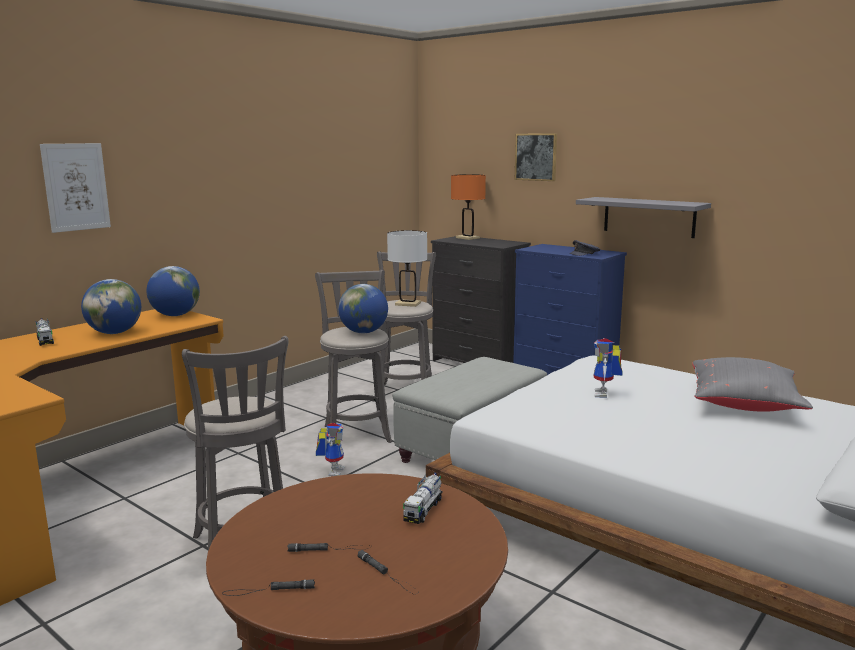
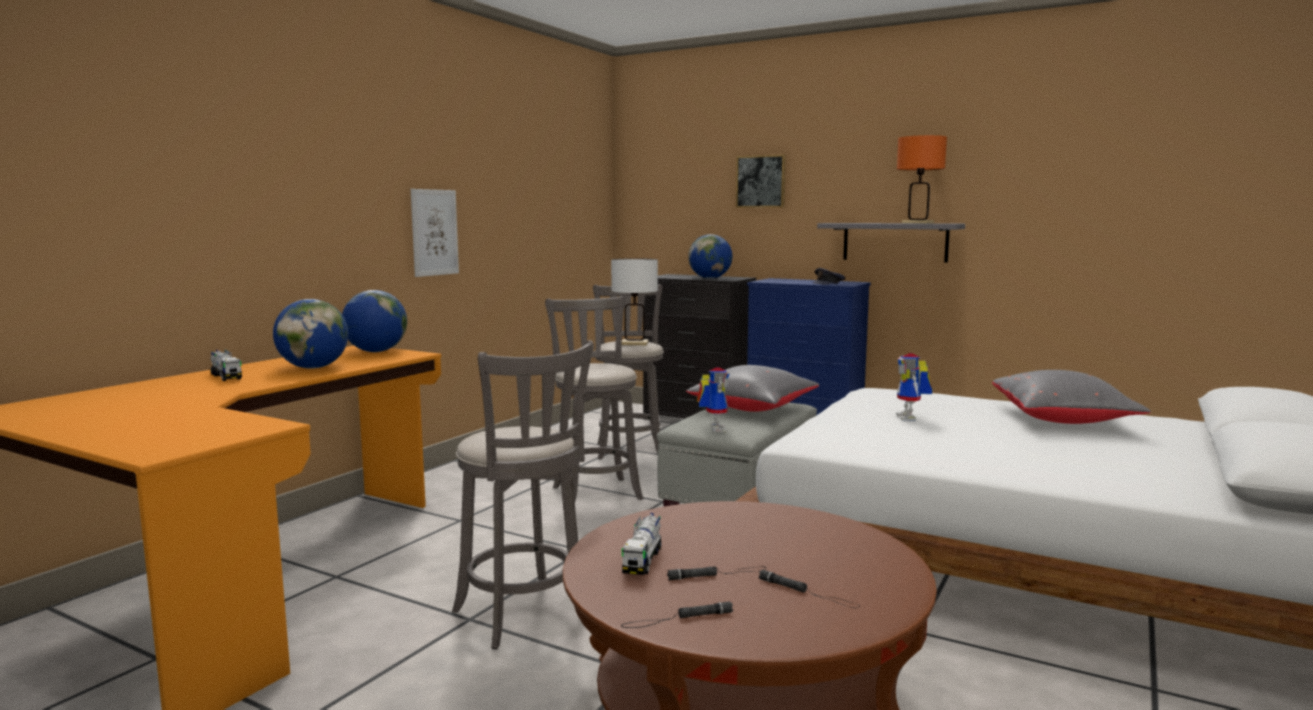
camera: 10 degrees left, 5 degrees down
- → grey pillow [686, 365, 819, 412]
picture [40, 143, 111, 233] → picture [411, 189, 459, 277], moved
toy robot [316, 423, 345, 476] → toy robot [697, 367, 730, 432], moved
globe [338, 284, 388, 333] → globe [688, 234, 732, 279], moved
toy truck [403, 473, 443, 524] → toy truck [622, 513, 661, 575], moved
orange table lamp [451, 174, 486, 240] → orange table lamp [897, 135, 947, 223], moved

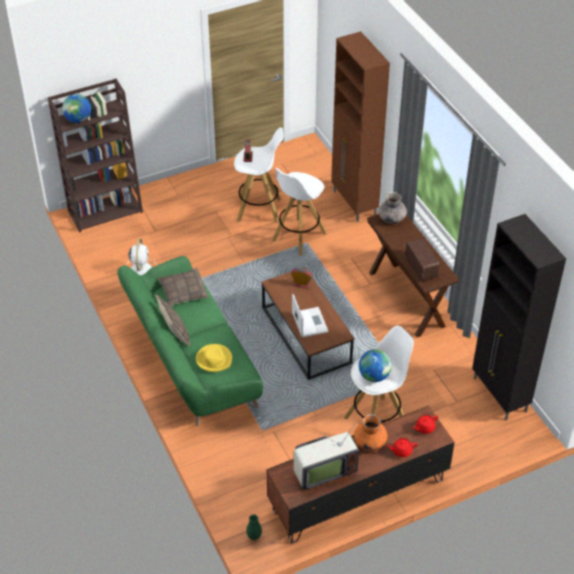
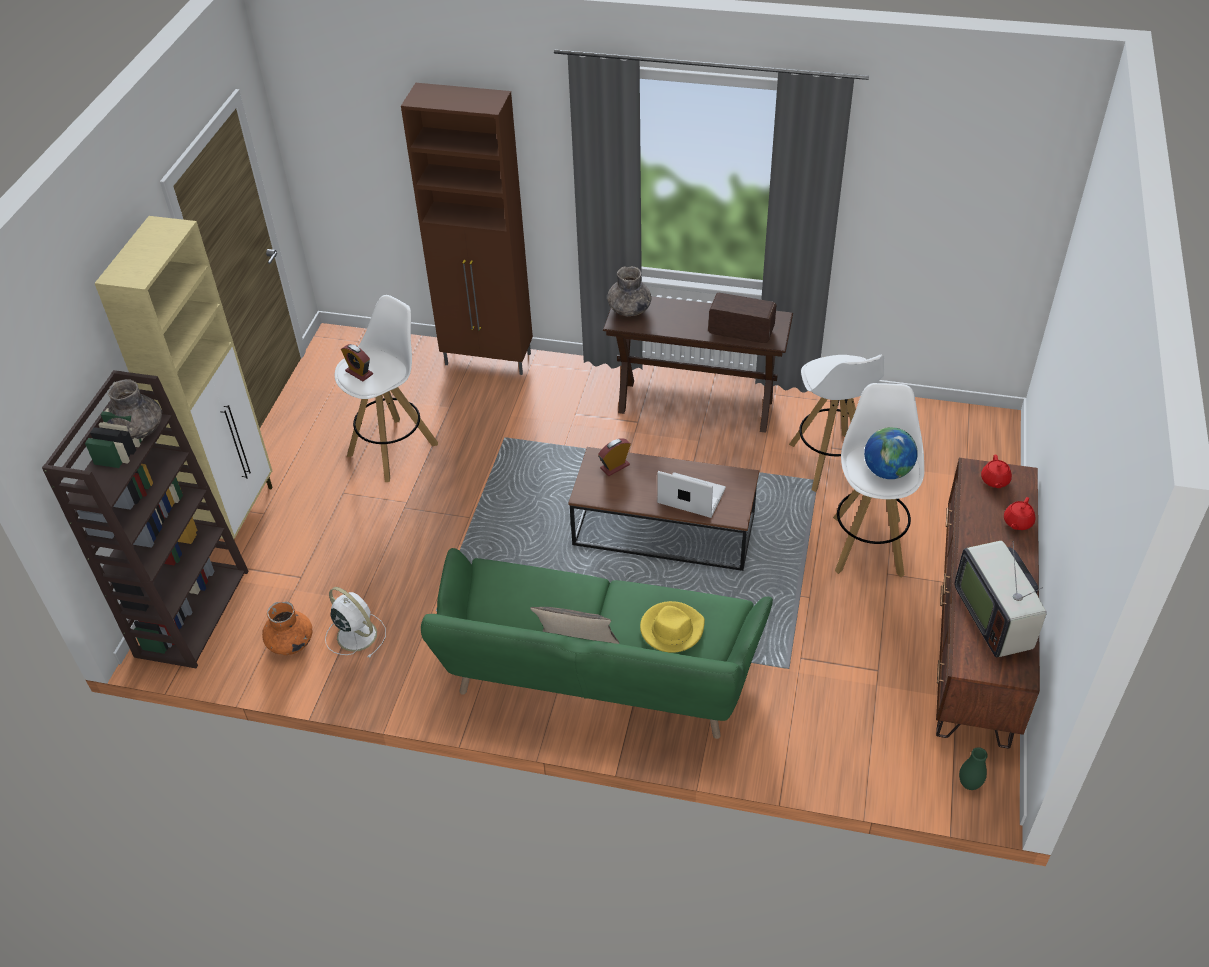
camera: 50 degrees left, 0 degrees up
globe [62, 94, 91, 123] → -
pillow [157, 268, 209, 307] → -
black cabinet [472, 214, 566, 420] → -
- → beige cabinet [95, 216, 273, 541]
- → grey vase [107, 379, 162, 439]
white stool [272, 168, 327, 256] → white stool [789, 355, 885, 492], moved
orange vase [354, 414, 388, 451] → orange vase [262, 601, 312, 655], moved
television [293, 420, 359, 490] → television [955, 541, 1047, 657], 150 degrees clockwise

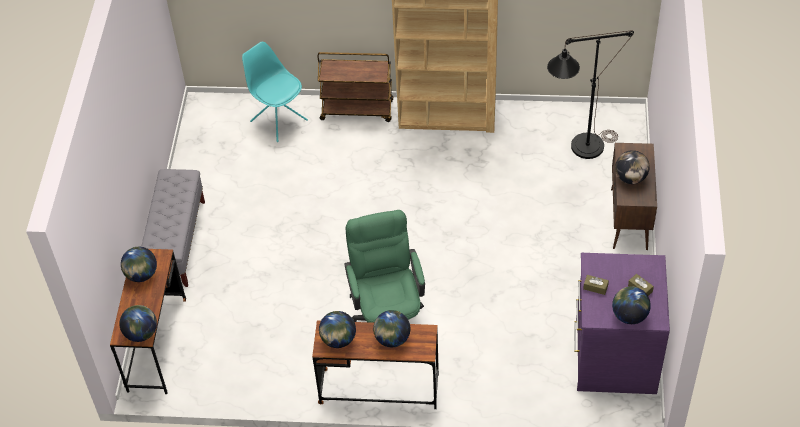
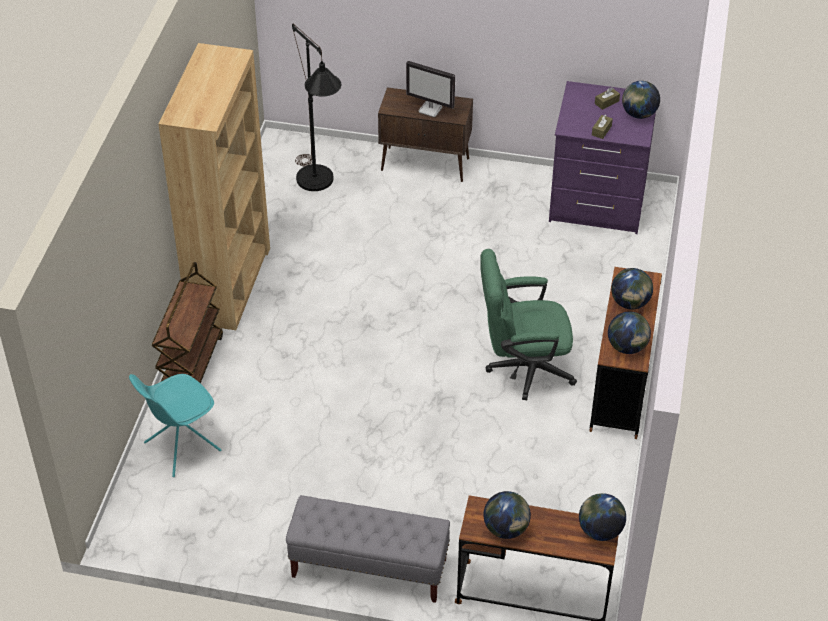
camera: 85 degrees left, 5 degrees down
globe [615, 150, 650, 184] → monitor [406, 61, 455, 117]

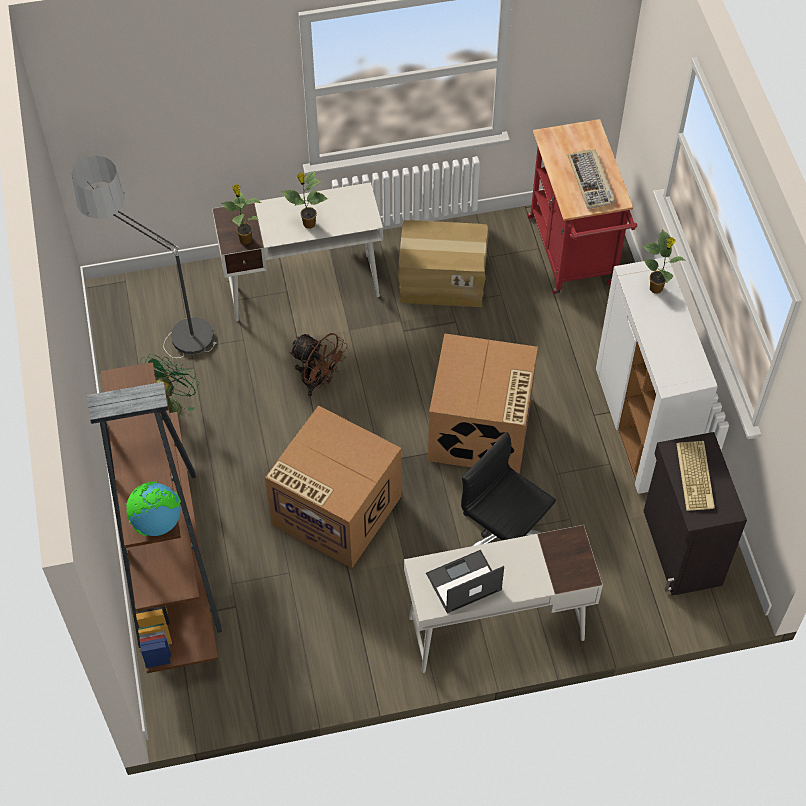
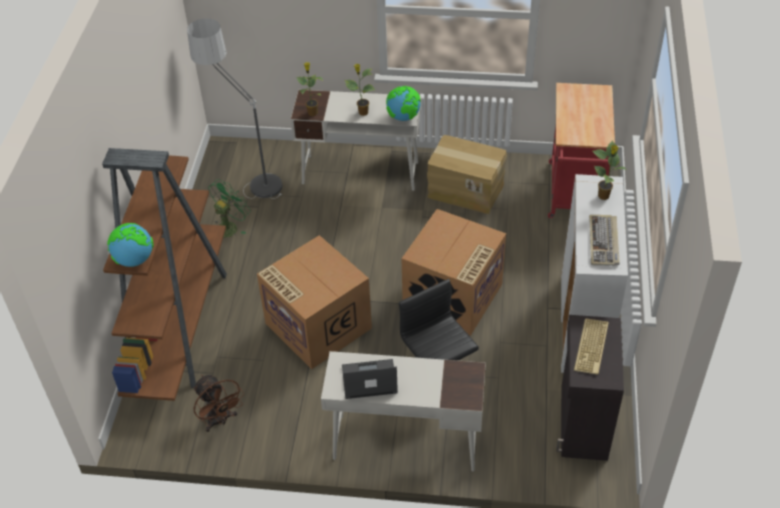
camera: 20 degrees right, 10 degrees down
- → globe [386, 86, 421, 121]
brown fan [289, 333, 348, 397] → brown fan [193, 375, 244, 432], moved
keyboard [568, 150, 615, 209] → keyboard [589, 215, 620, 266], moved

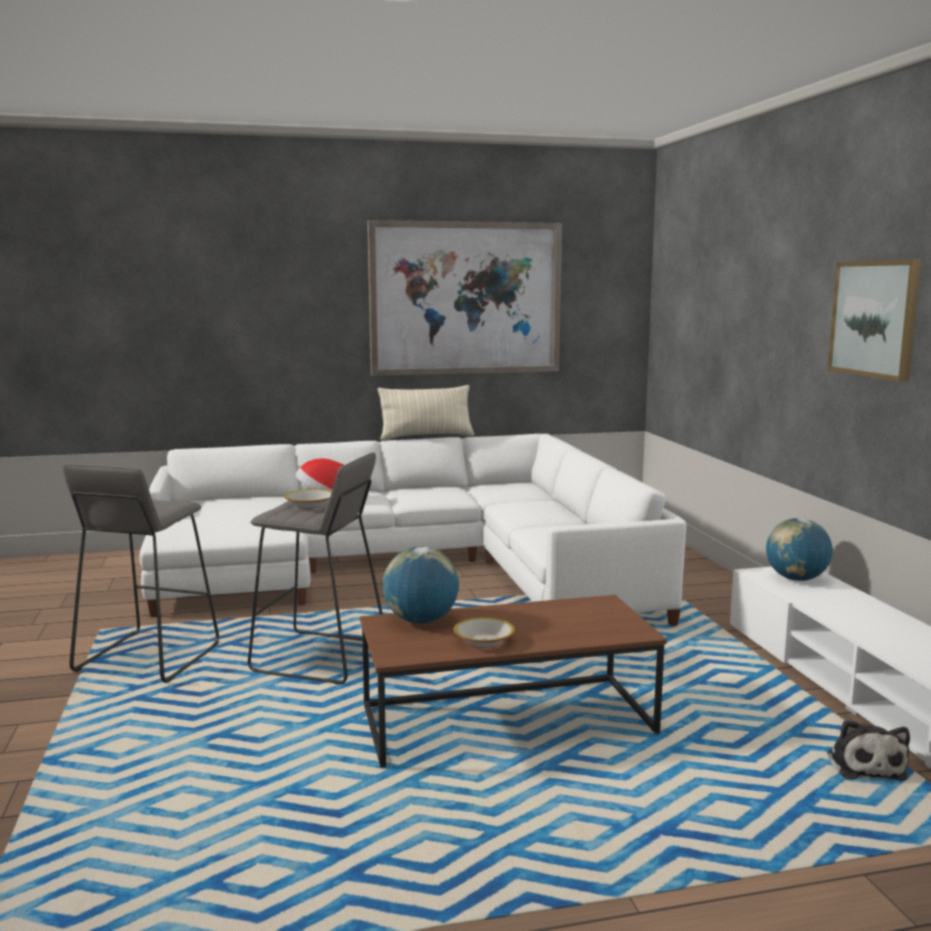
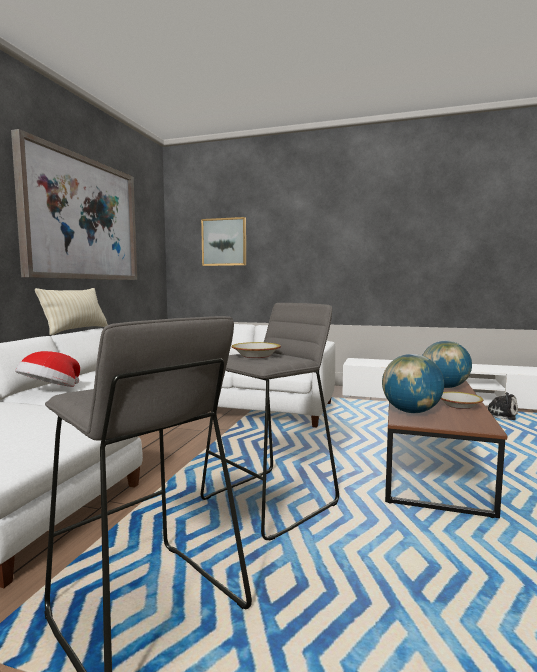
camera: 60 degrees left, 5 degrees down
globe [766, 518, 833, 581] → globe [422, 341, 472, 388], moved
picture [828, 260, 921, 382] → picture [201, 217, 246, 266], moved

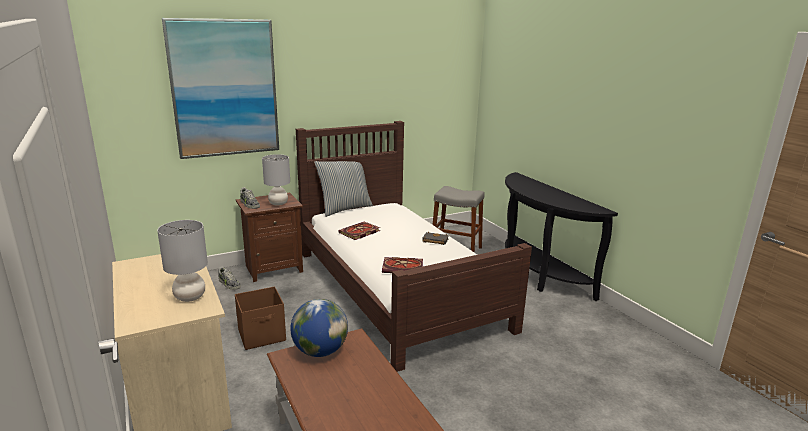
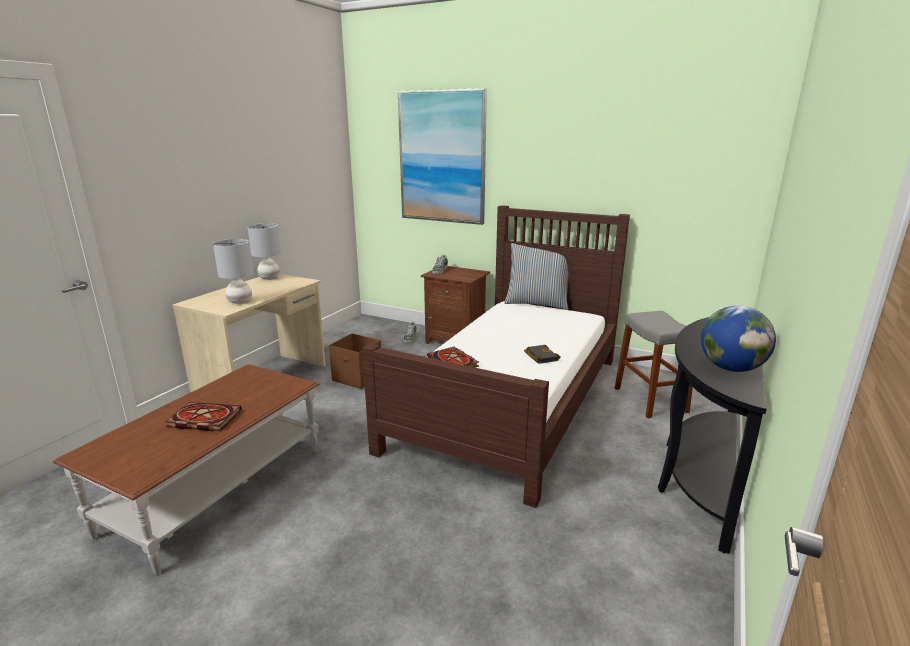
camera: 55 degrees right, 0 degrees up
grey table lamp [262, 154, 290, 206] → grey table lamp [248, 223, 281, 280], moved
globe [290, 299, 348, 357] → globe [701, 306, 776, 372], moved
book [338, 222, 380, 240] → book [165, 402, 242, 431], moved

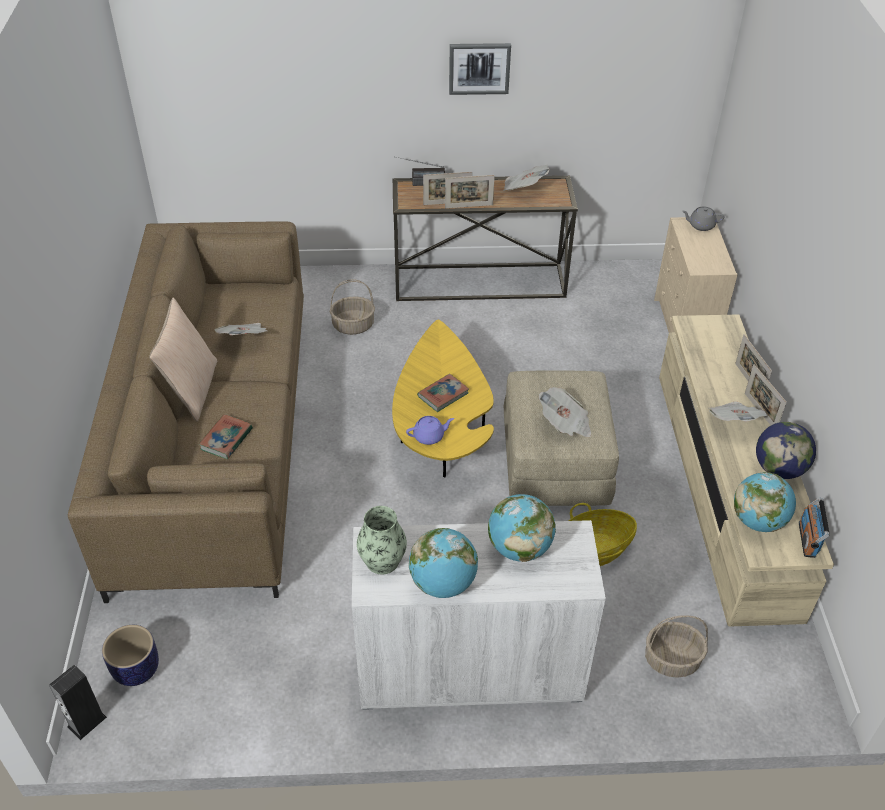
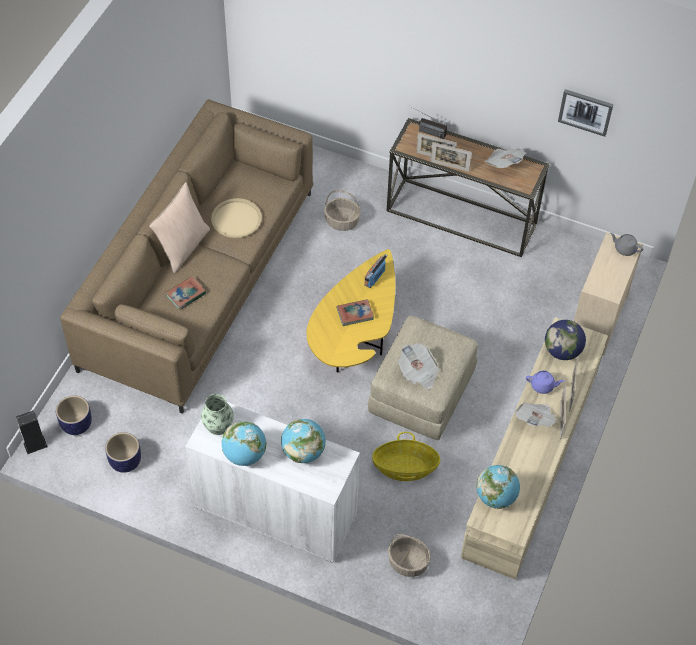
camera: 25 degrees right, 10 degrees up
- → planter [105, 432, 141, 473]
purple teapot [406, 416, 454, 445] → purple teapot [526, 371, 565, 394], moved
picture [449, 43, 511, 95] → picture [558, 89, 613, 137], moved
globe [756, 422, 816, 479] → globe [545, 320, 586, 360], moved
radio [799, 497, 830, 558] → radio [364, 254, 388, 288], moved
newspaper [215, 323, 267, 335] → beige tray [211, 198, 262, 238]

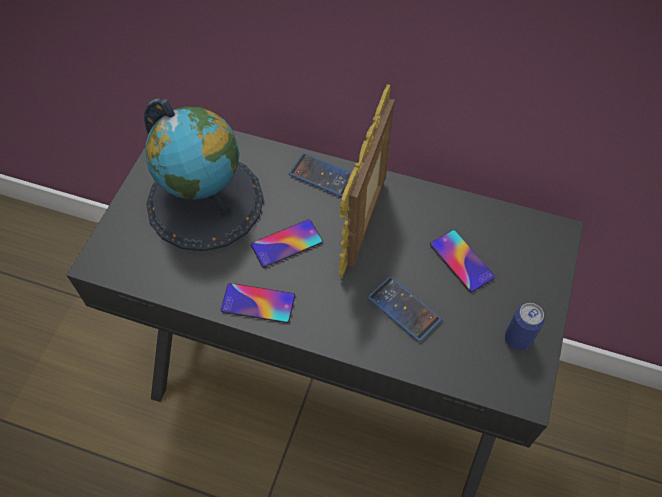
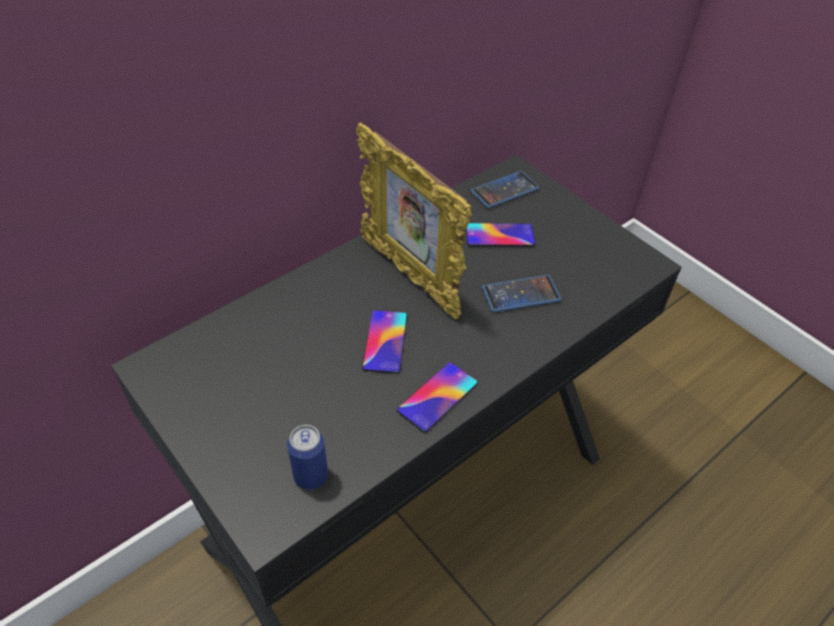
camera: 60 degrees left, 10 degrees down
globe [144, 98, 264, 251] → -
phone [289, 153, 352, 197] → phone [471, 171, 540, 209], moved
can [505, 303, 545, 350] → can [287, 425, 328, 489], moved

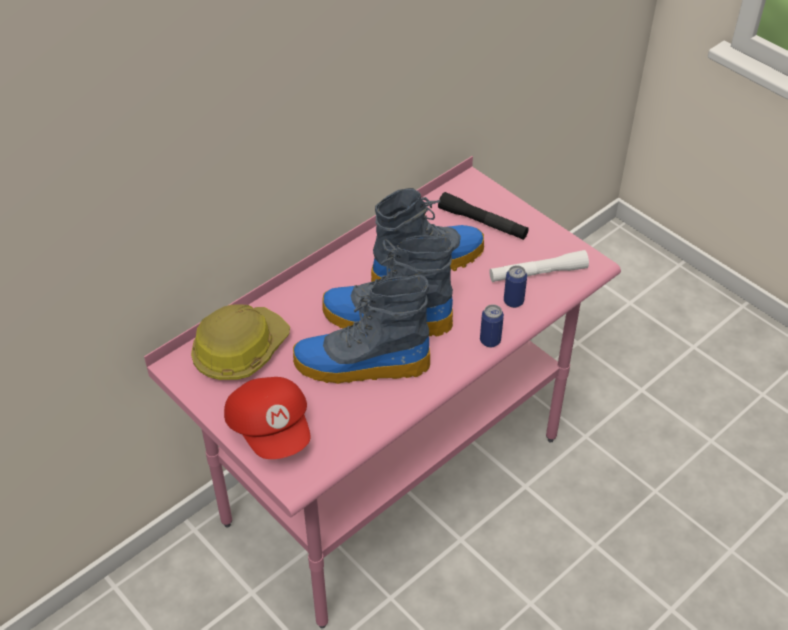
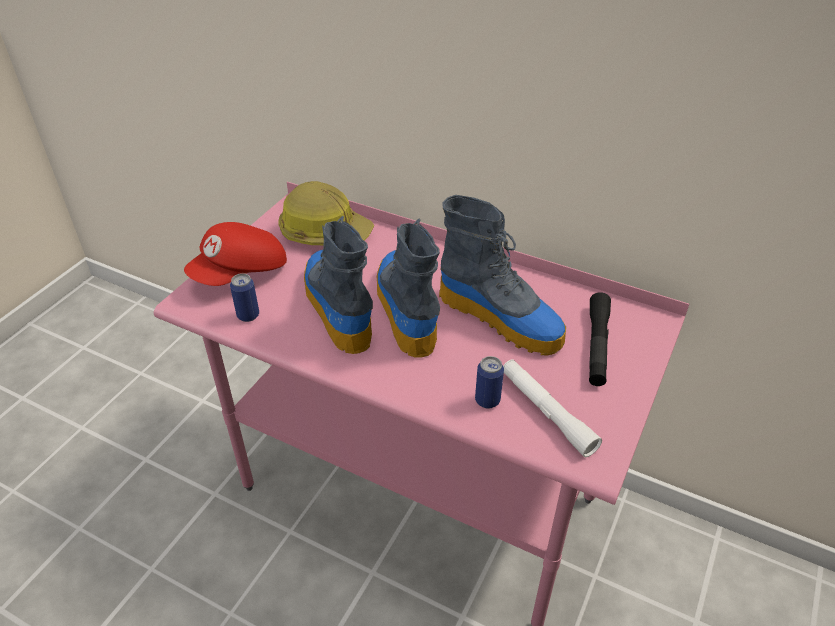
camera: 70 degrees right, 5 degrees down
can [480, 304, 504, 347] → can [230, 273, 259, 322], moved

